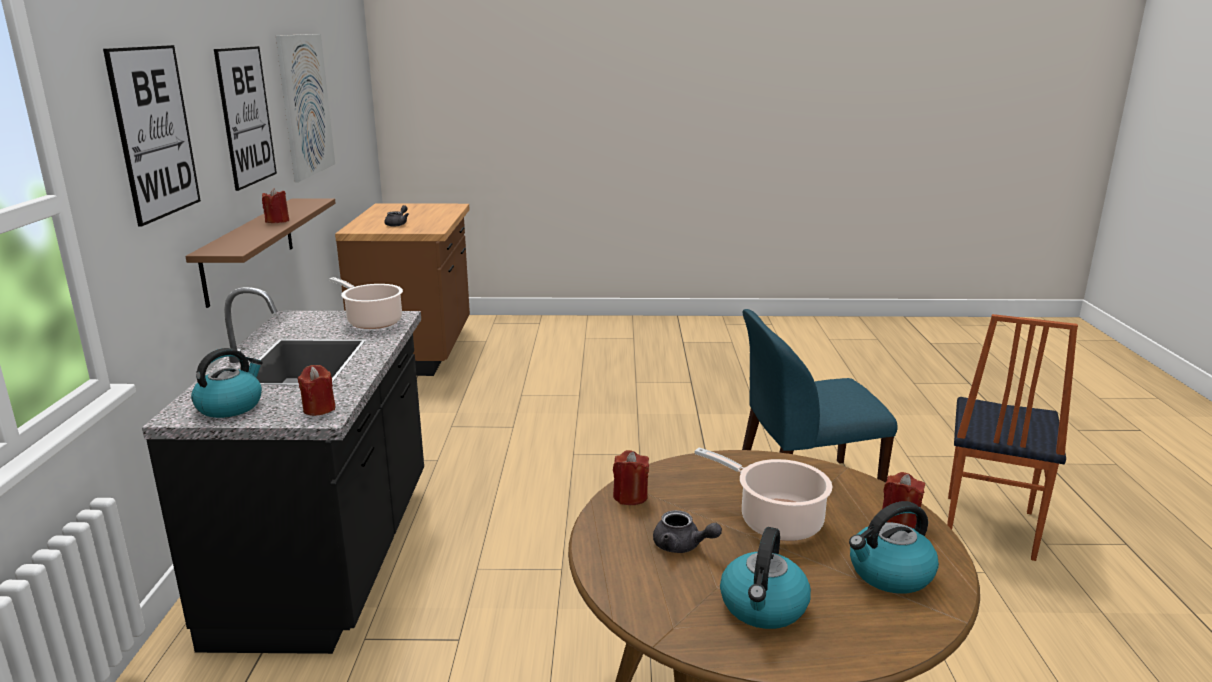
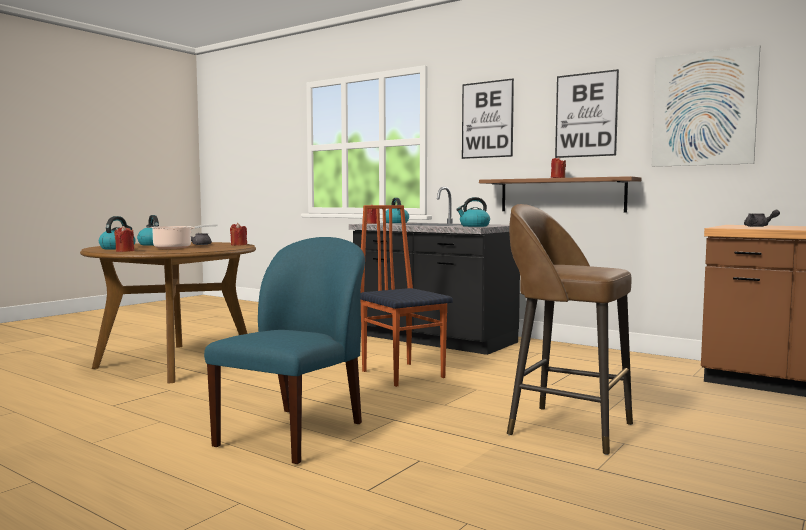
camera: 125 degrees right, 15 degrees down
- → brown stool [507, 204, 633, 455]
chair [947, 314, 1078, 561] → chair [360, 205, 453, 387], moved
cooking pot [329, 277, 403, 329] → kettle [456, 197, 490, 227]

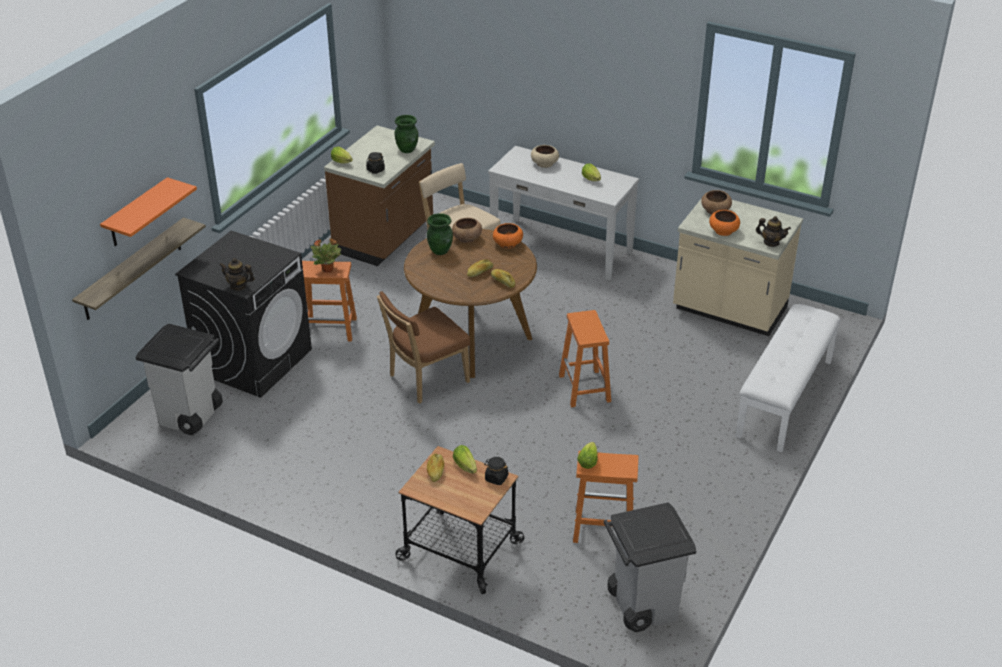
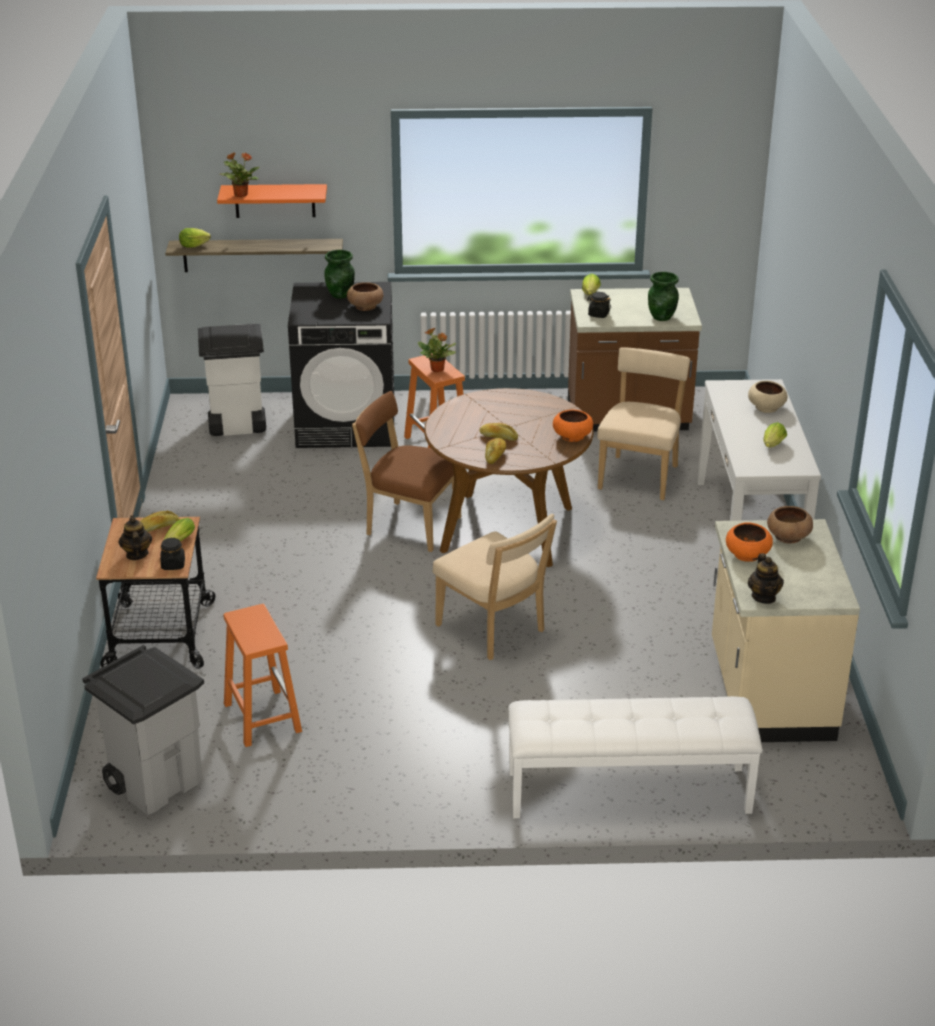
camera: 60 degrees right, 5 degrees down
- → potted plant [220, 152, 259, 197]
teapot [219, 258, 255, 291] → teapot [118, 515, 152, 560], moved
green vase [427, 213, 453, 255] → green vase [324, 250, 355, 299], moved
brown bowl [452, 218, 482, 243] → brown bowl [347, 282, 383, 311], moved
lettuce [577, 442, 598, 469] → lettuce [179, 228, 211, 248], moved
orange stool [559, 310, 611, 407] → beige chair [432, 514, 557, 660]

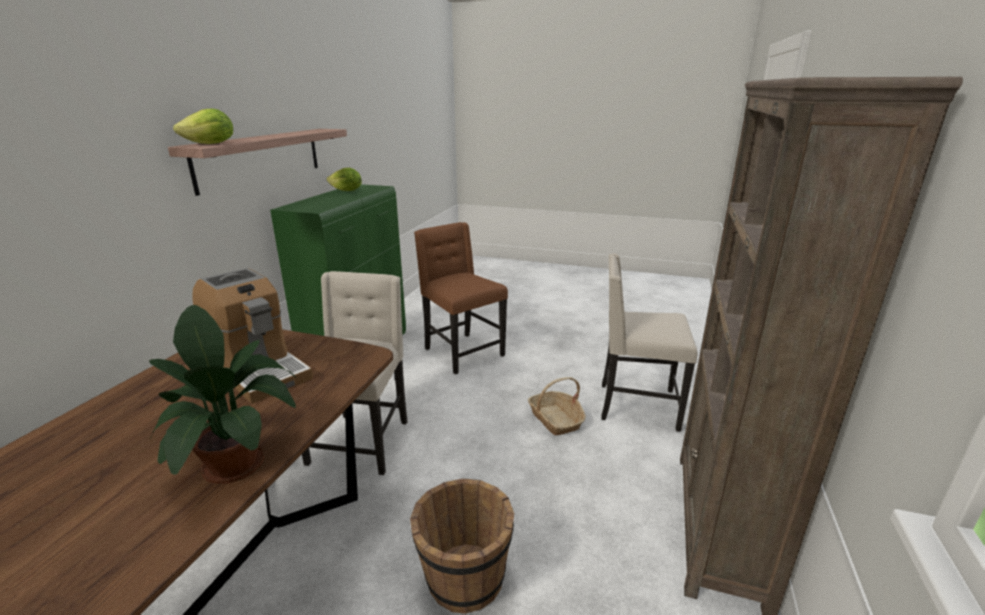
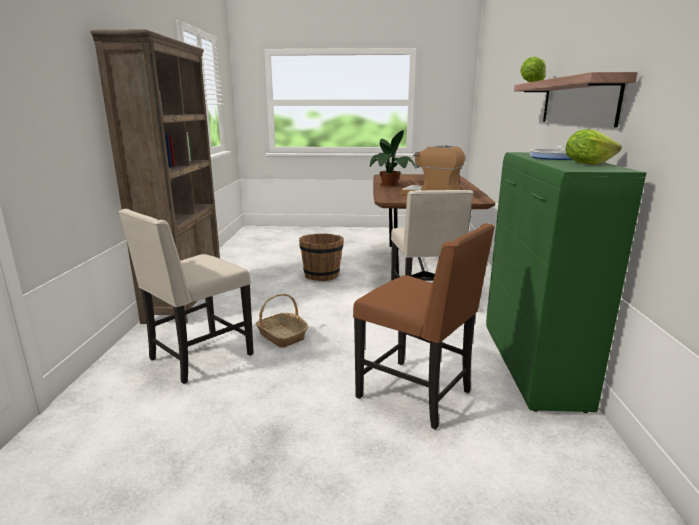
camera: 165 degrees right, 5 degrees down
- → frying pan [529, 146, 573, 160]
beige chair [601, 253, 697, 432] → beige chair [119, 209, 254, 384], 135 degrees clockwise

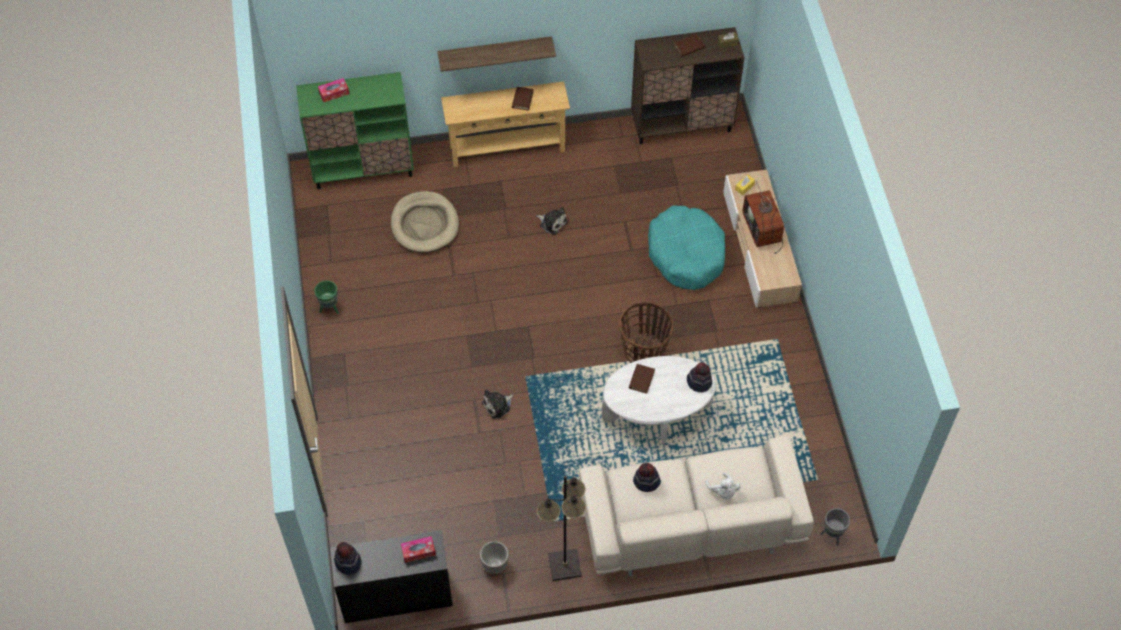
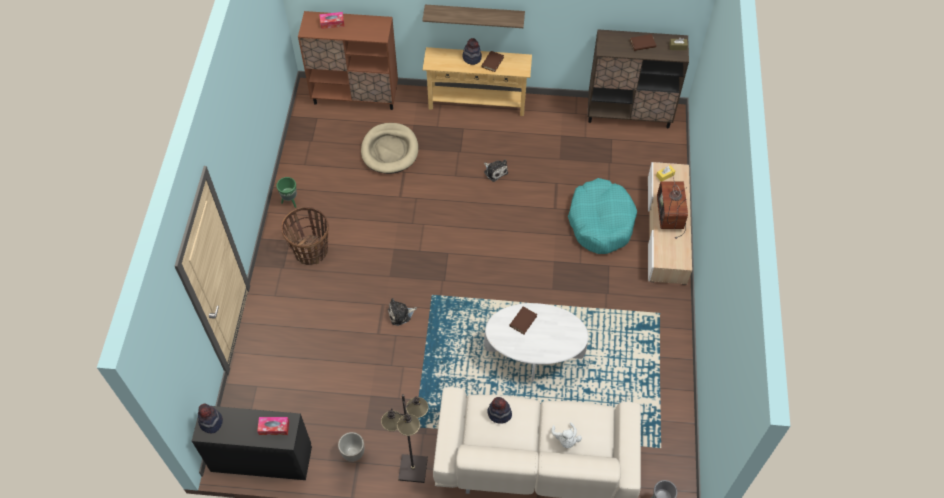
camera: 15 degrees right, 0 degrees up
basket [619, 302, 673, 363] → basket [281, 207, 329, 265], moved
hat [687, 362, 712, 392] → hat [463, 38, 482, 65], moved
green cabinet [296, 72, 414, 189] → brown cabinet [298, 11, 398, 110]

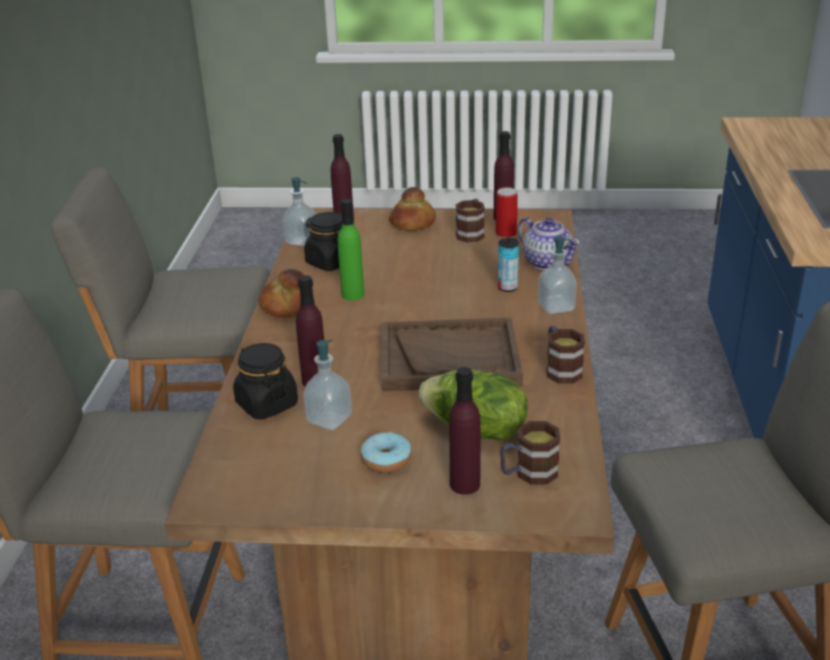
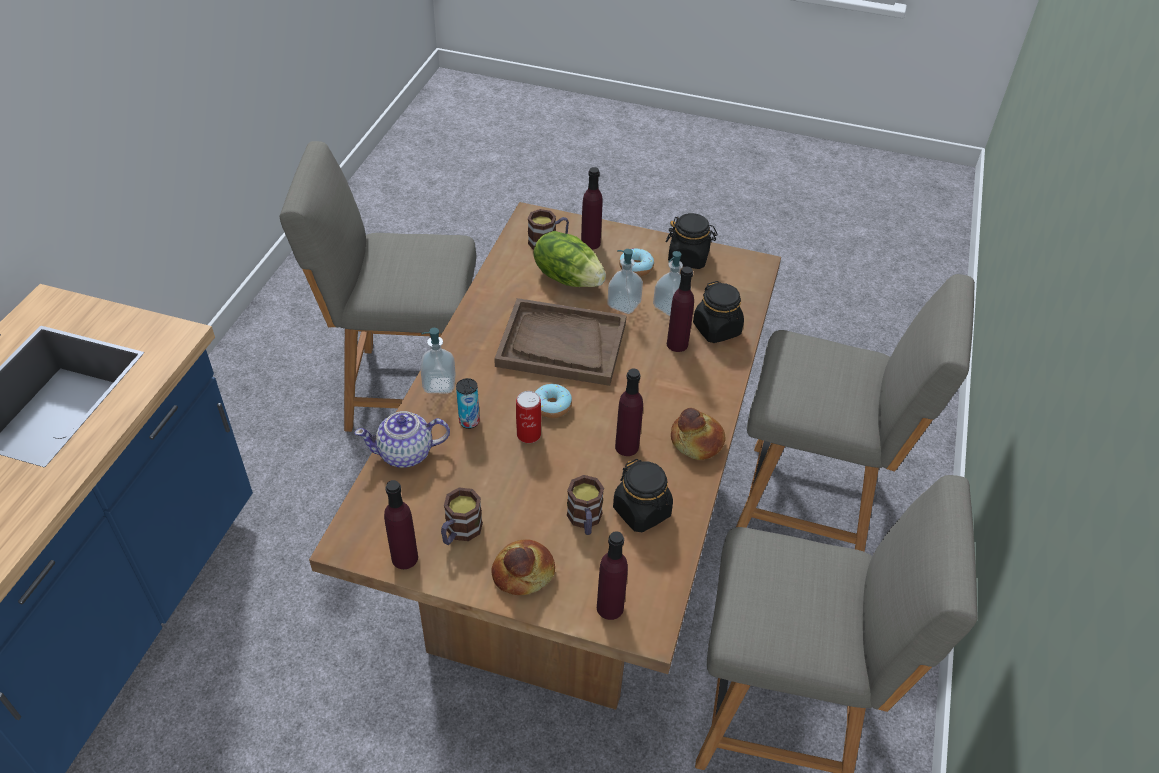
camera: 170 degrees left, 15 degrees up
- → donut [535, 384, 572, 418]
- → black jar [666, 213, 718, 269]
soap dispenser [283, 177, 316, 246] → soap dispenser [607, 249, 643, 314], moved
can [496, 187, 518, 238] → can [516, 391, 541, 443], moved
mug [547, 326, 585, 384] → mug [567, 475, 604, 535], moved
green bottle [338, 199, 364, 301] → purple bottle [615, 369, 643, 456]
teapot [518, 217, 581, 270] → teapot [354, 411, 450, 468], 75 degrees counterclockwise

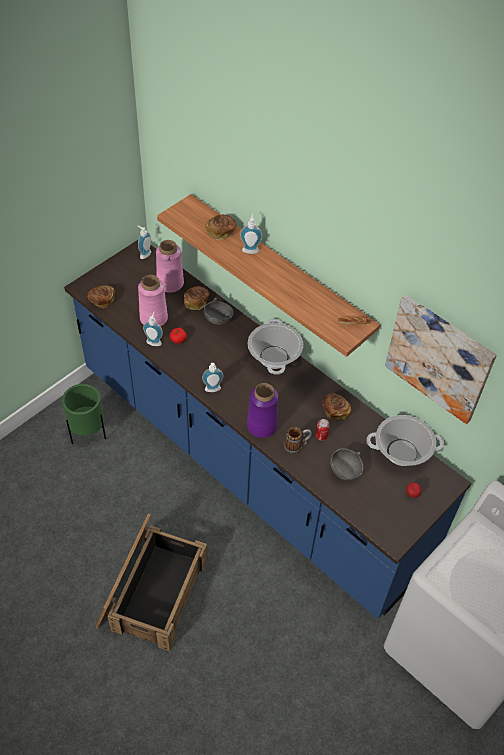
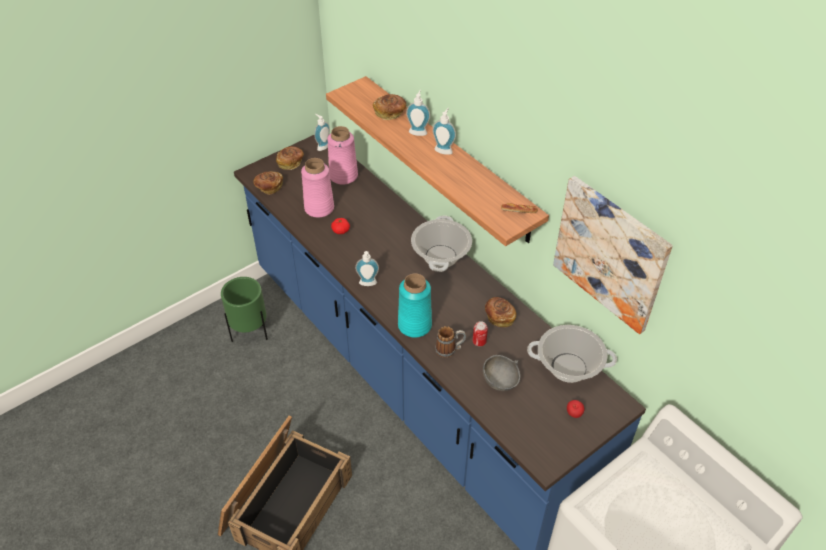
camera: 10 degrees right, 5 degrees down
grey bowl [204, 298, 233, 325] → -
soap dispenser [143, 312, 163, 346] → soap dispenser [432, 108, 456, 155], moved
bread [184, 286, 209, 310] → bread [276, 146, 304, 170], moved
purple vase [247, 383, 278, 438] → turquoise vase [398, 273, 432, 338]

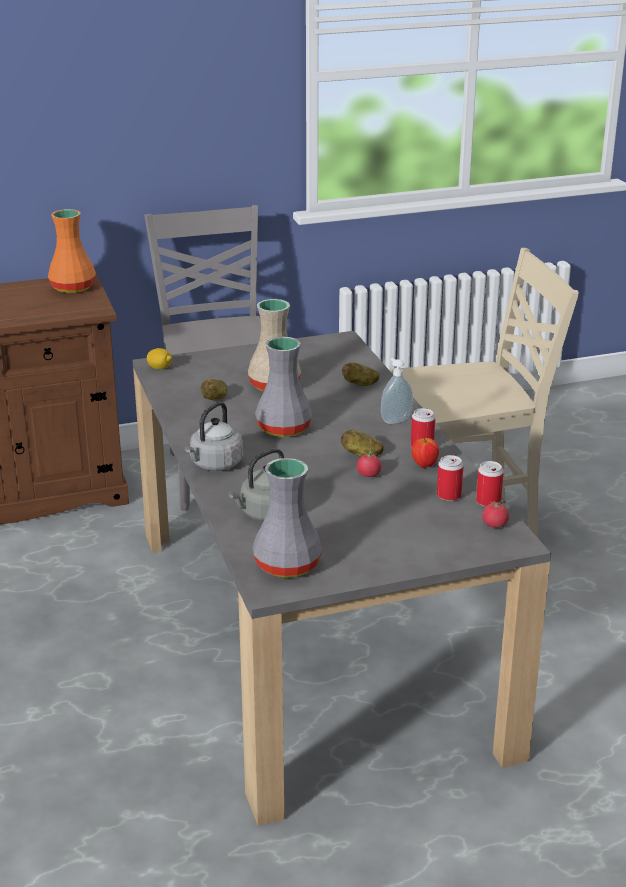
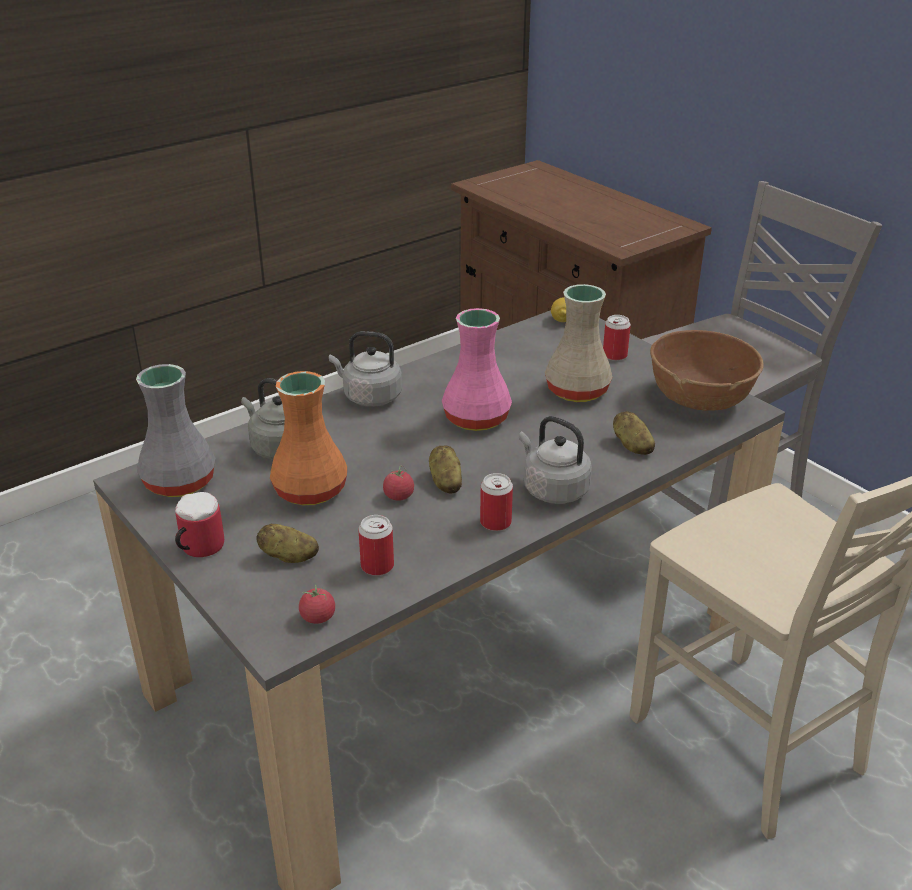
camera: 70 degrees right, 5 degrees up
apple [412, 438, 439, 468] → -
- → mug [175, 492, 224, 557]
- → brown bowl [650, 330, 764, 411]
orange vase [48, 209, 96, 293] → orange vase [270, 371, 347, 506], moved
potato [201, 379, 228, 400] → potato [256, 524, 319, 563], moved
can [476, 461, 504, 507] → can [603, 315, 631, 361], moved
soap dispenser [381, 358, 413, 424] → grey kettle [519, 416, 592, 504]
grey vase [255, 337, 313, 437] → pink vase [442, 308, 512, 431]

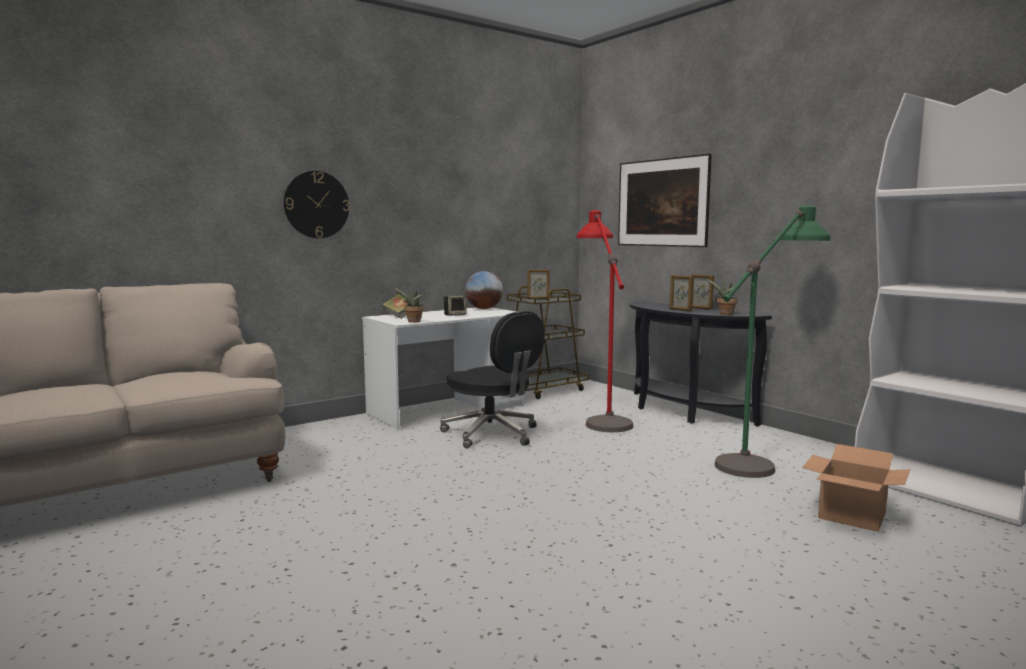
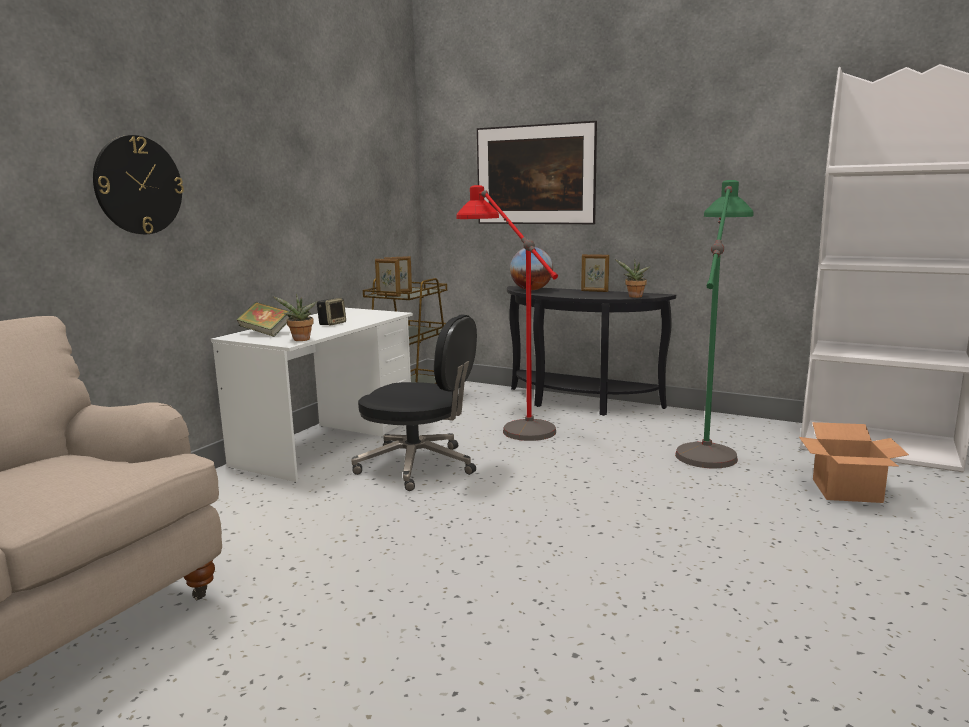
camera: 25 degrees left, 5 degrees up
globe [465, 271, 503, 309] → globe [510, 247, 553, 290], moved
picture frame [669, 275, 694, 311] → picture frame [375, 259, 401, 297], moved

